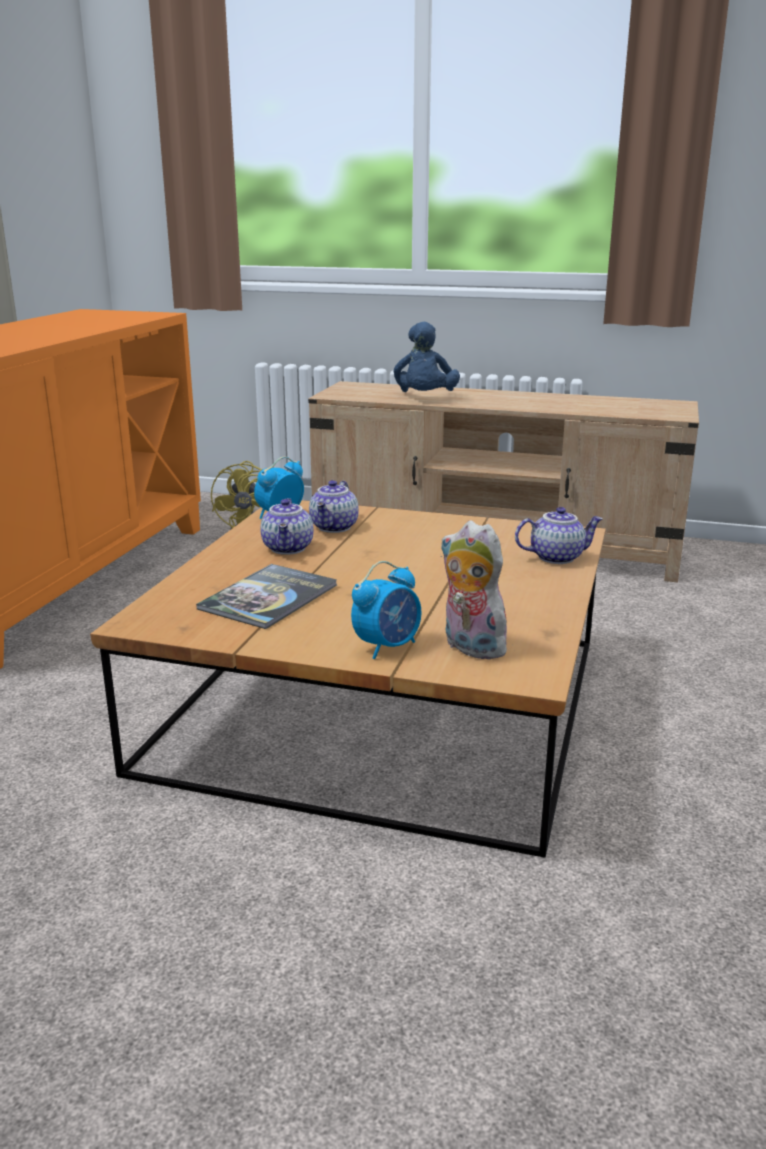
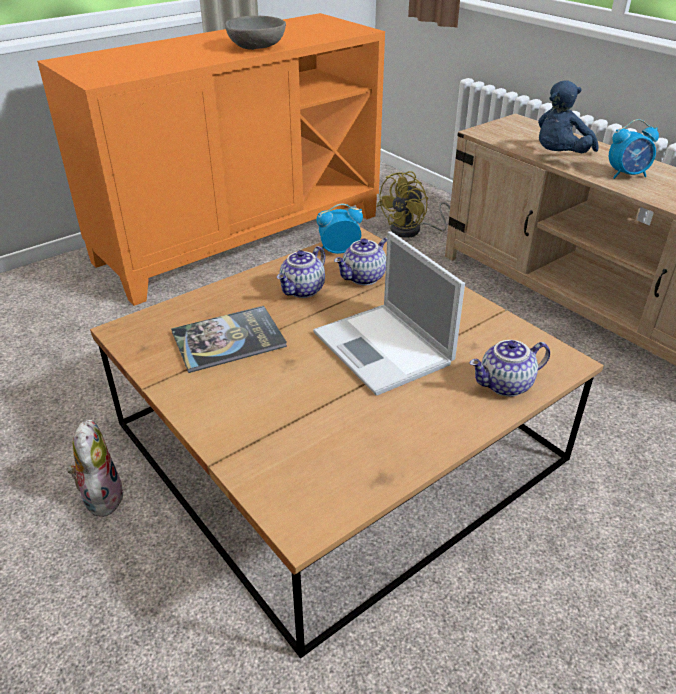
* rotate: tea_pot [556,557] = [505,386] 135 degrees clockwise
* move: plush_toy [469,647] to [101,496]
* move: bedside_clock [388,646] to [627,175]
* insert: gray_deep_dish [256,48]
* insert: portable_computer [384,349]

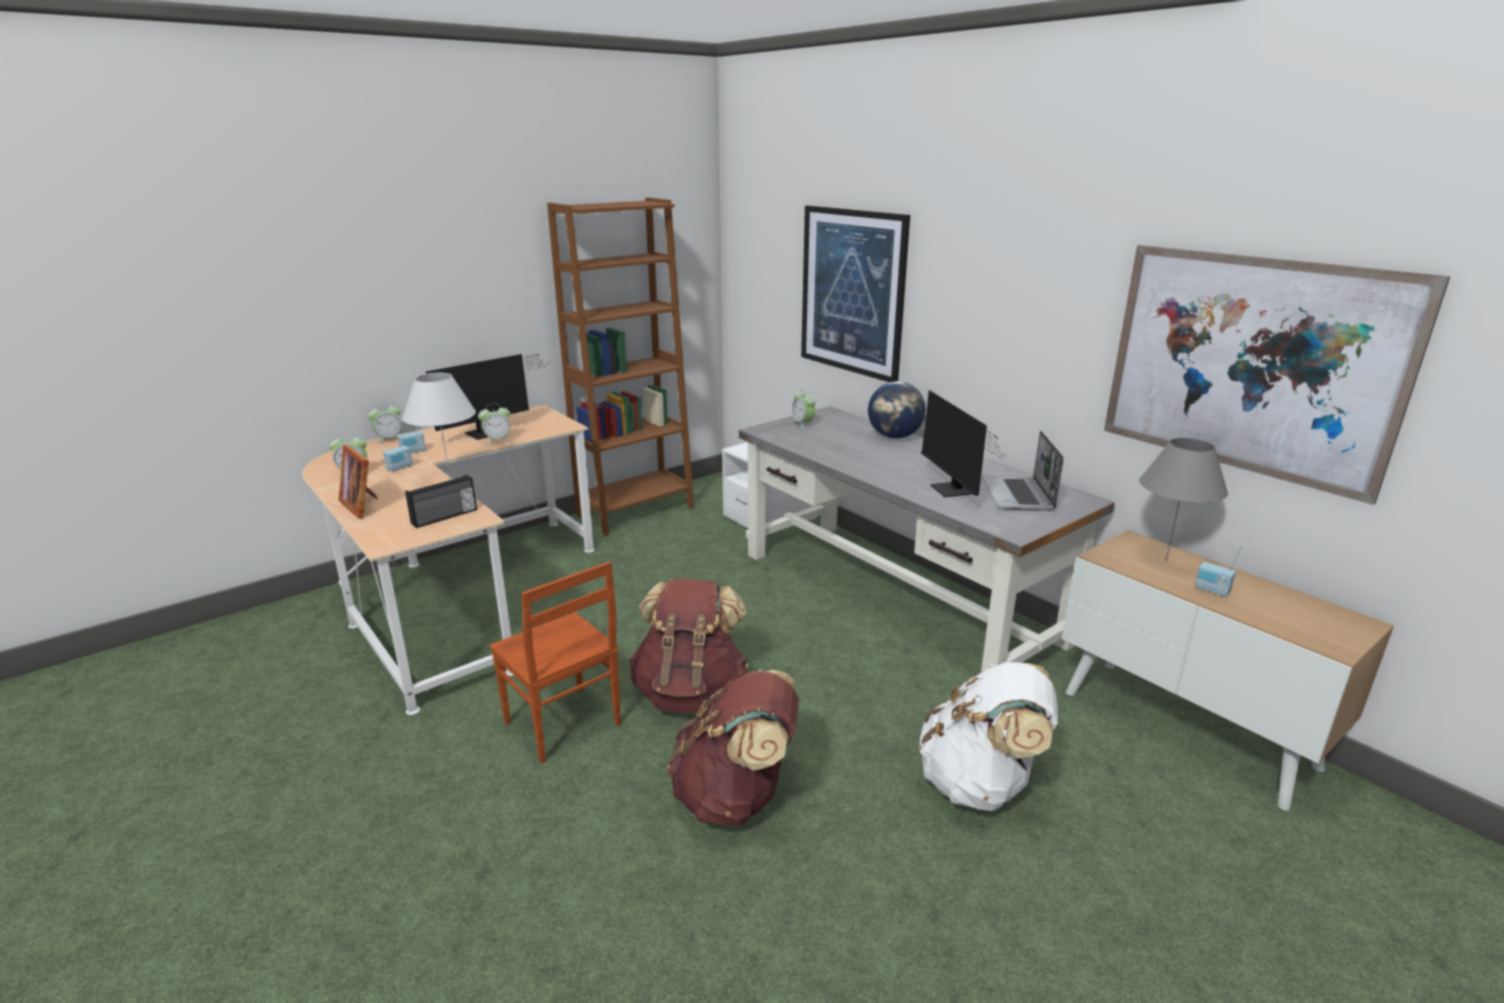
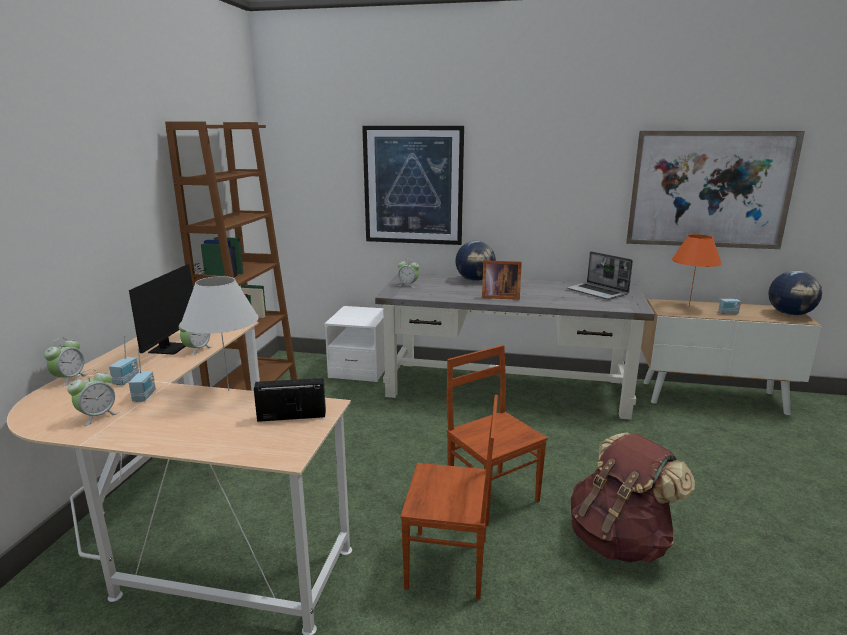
* delete: computer_screen [953,492]
* recolor: gray_lamp_for_a_table [1166,561] to orange-coloured_lamp_for_a_table [689,306]
* move: picture_frame [363,505] to [499,296]
* rotate: radio [445,517] = [292,415] 105 degrees counterclockwise
* replace: brownish_knapsack [690,693] to brownish_chair [493,495]
* delete: whitish_knapsack [980,784]
* insert: world_globe [790,314]

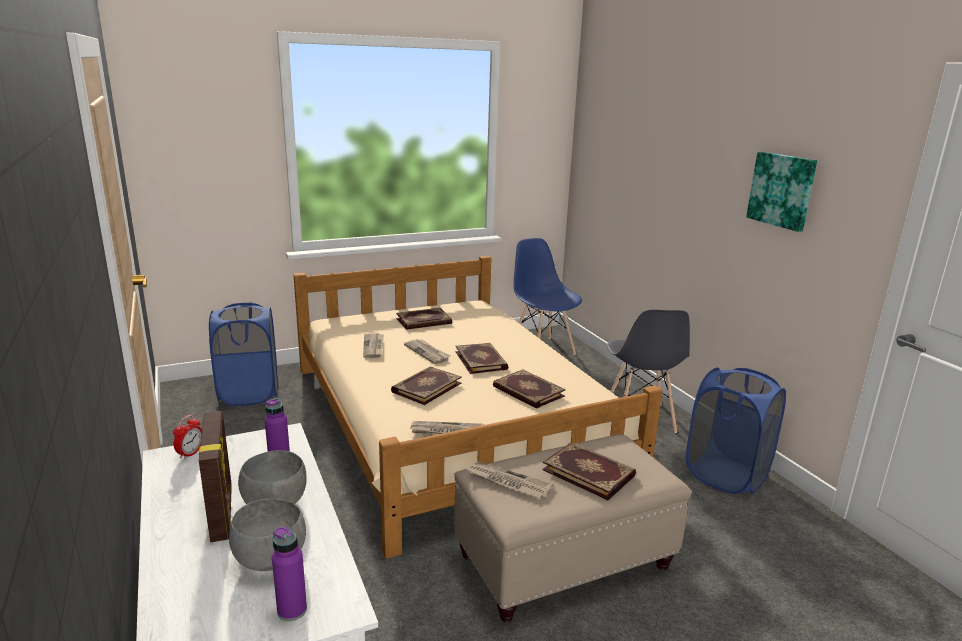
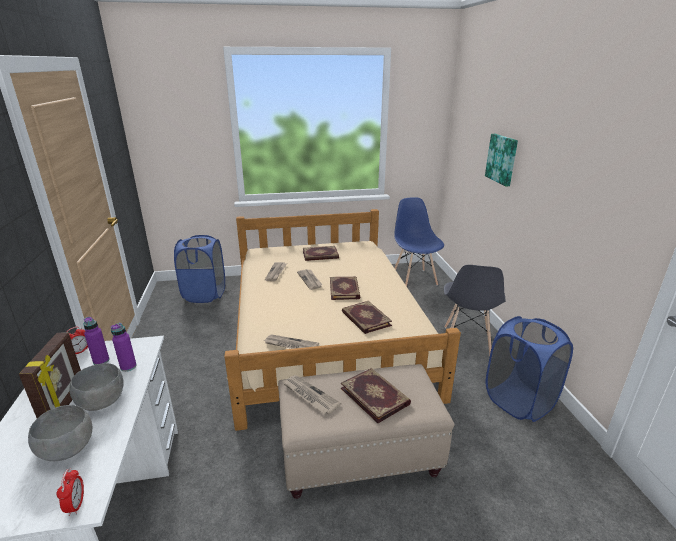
* move: picture [782,190] to [502,159]
* delete: volume [426,387]
* move: purple_drink_bottle [292,610] to [101,361]
* insert: bedside_clock [76,505]

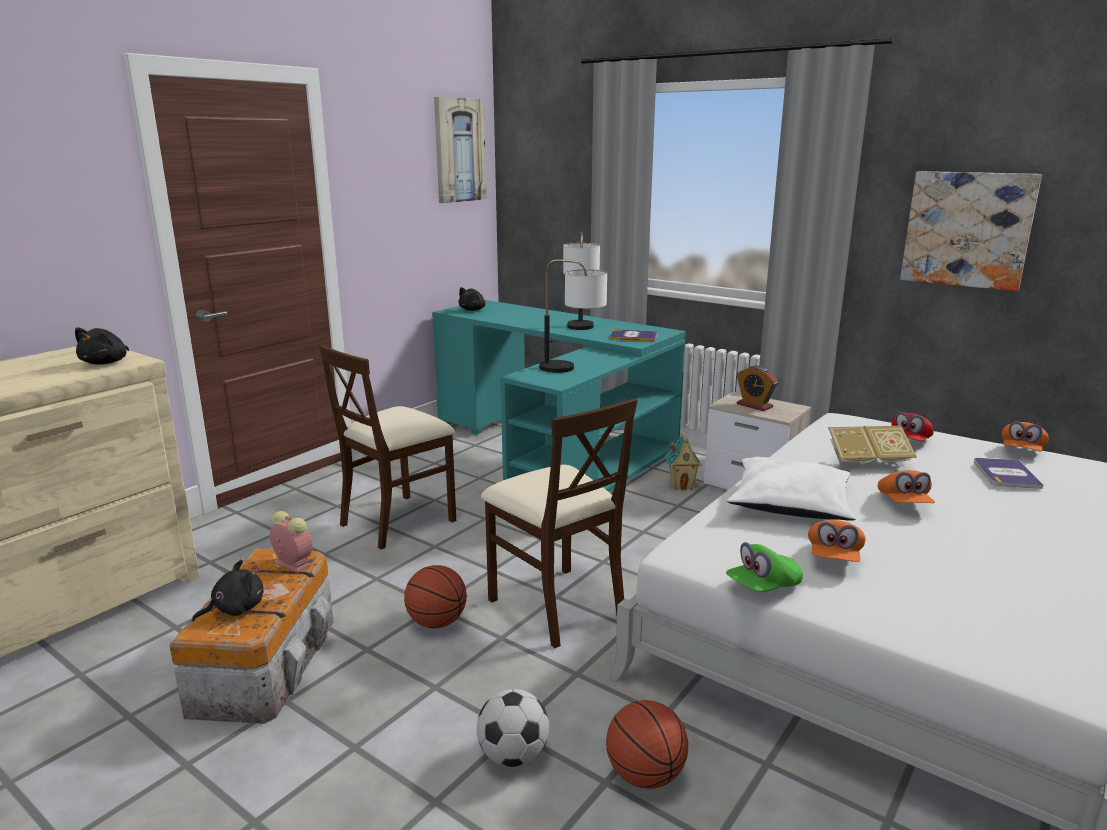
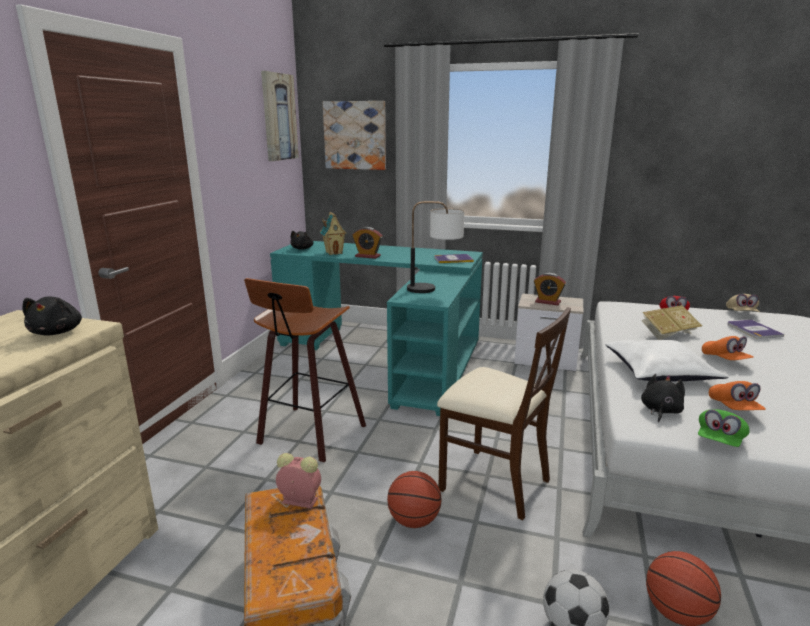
* move: picture [967,229] to [355,135]
* delete: lamp_for_a_table [580,330]
* replace: beige-coloured_chair [398,521] to stool_seat [309,435]
* recolor: orange-coloured_cap [1021,452] to beige-coloured_cap [741,313]
* move: miniature_house [681,486] to [334,252]
* move: black-coloured_plush_toy [235,609] to [660,411]
* insert: bedside_clock [367,256]

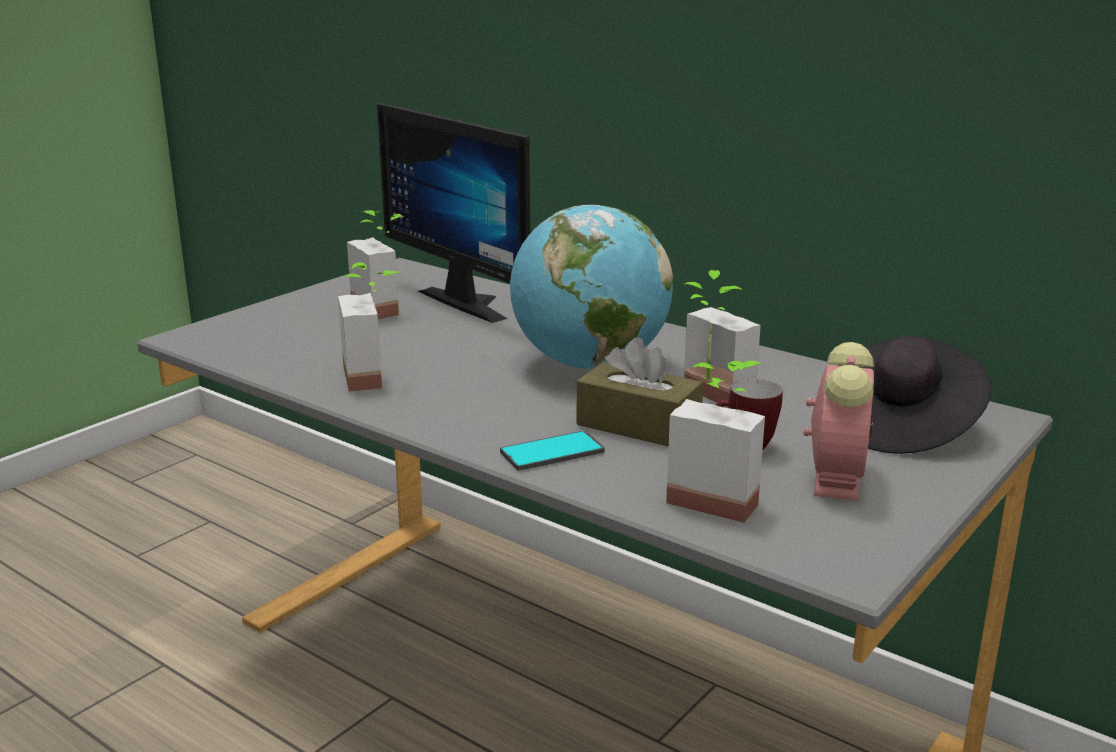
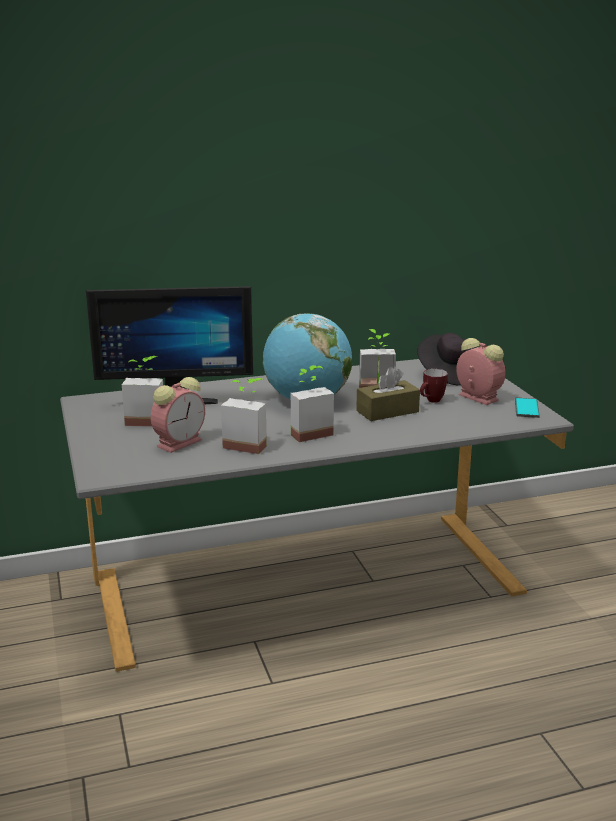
* move: houseplant [718,496] to [308,432]
* move: telephone [552,452] to [526,408]
* insert: bedside_clock [180,442]

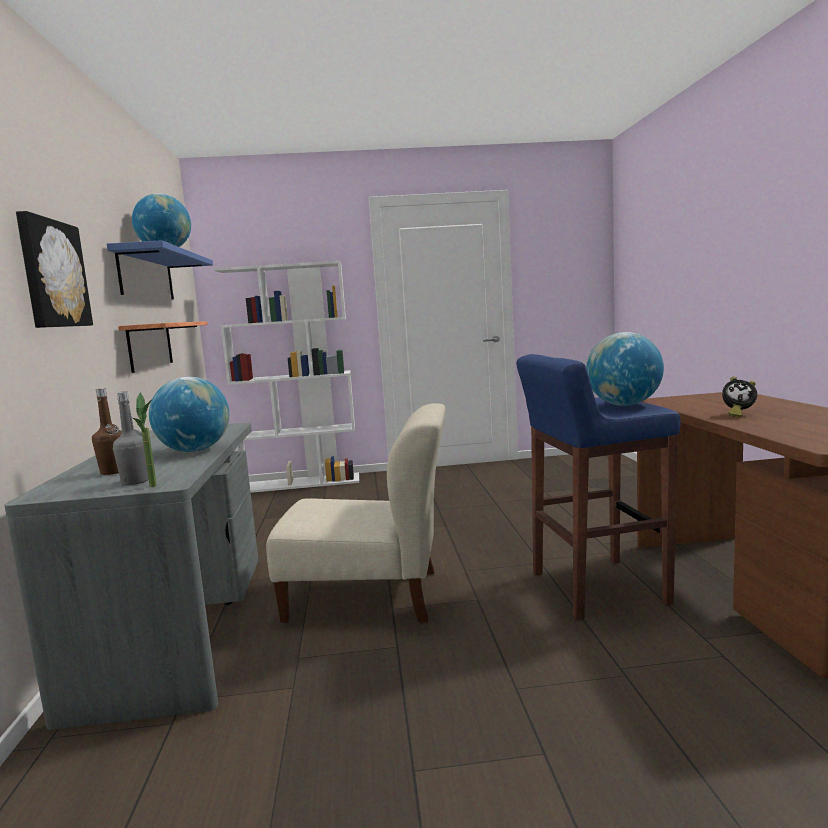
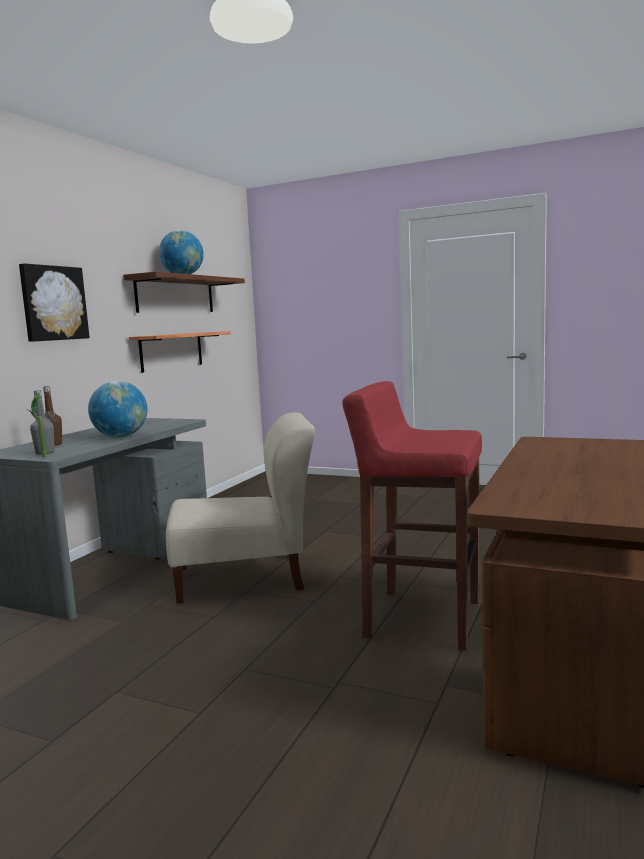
* recolor: bluish_wall_shelf [146,276] to brownish_wall_shelf [175,295]
* delete: whitish_bookshelf [302,483]
* delete: world_globe [624,405]
* recolor: bluish_stool_seat [595,588] to red-coloured_stool_seat [421,618]
* delete: bedside_clock [737,414]
* rotate: beige-coloured_chair [371,597] = [246,578] 45 degrees counterclockwise

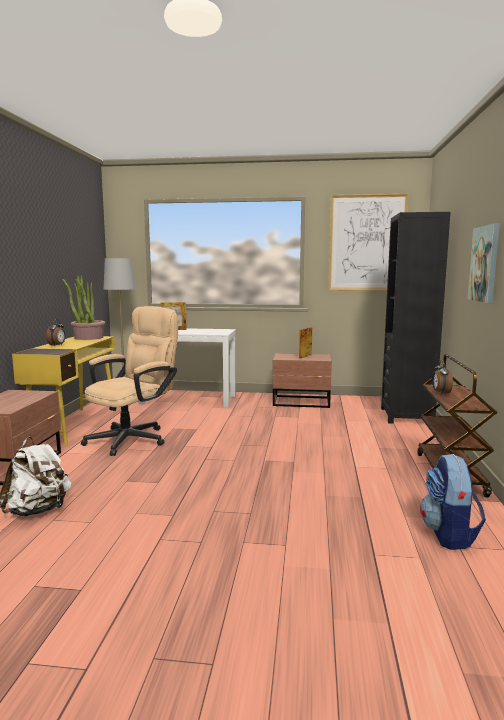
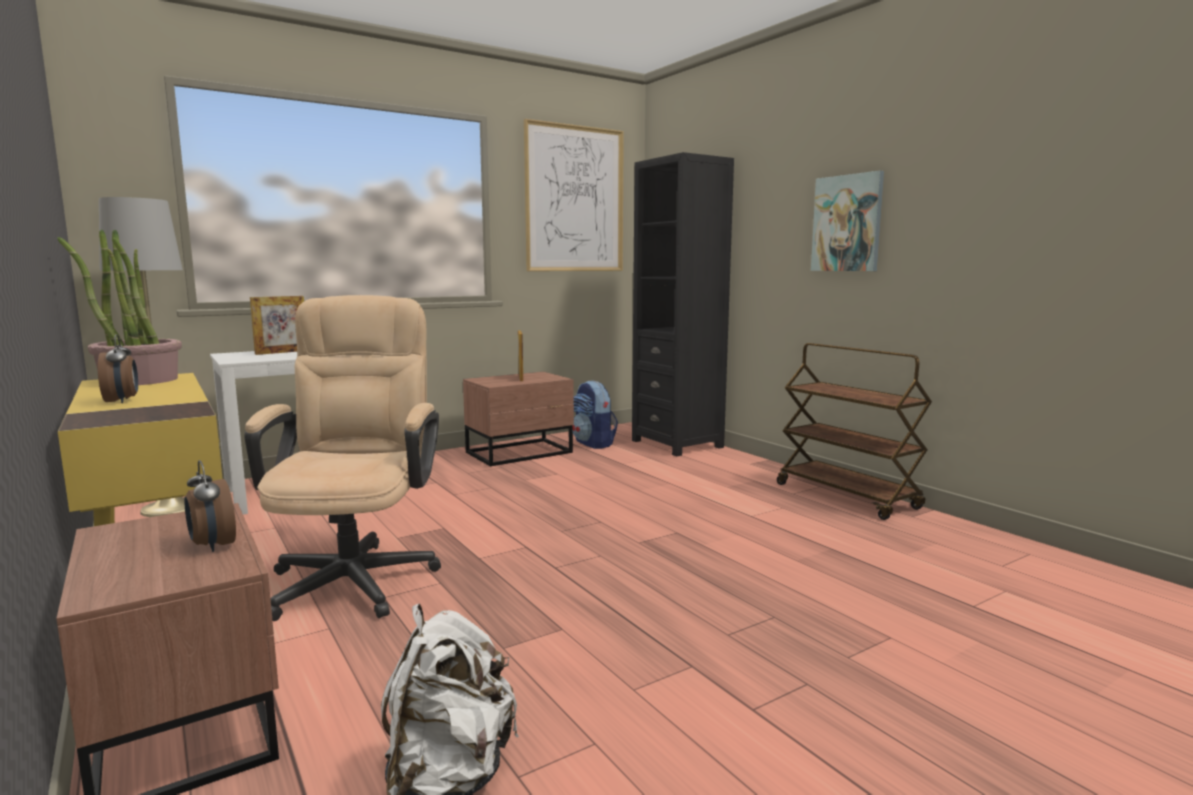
* move: bedside_clock [440,393] to [212,545]
* move: knapsack [449,535] to [593,444]

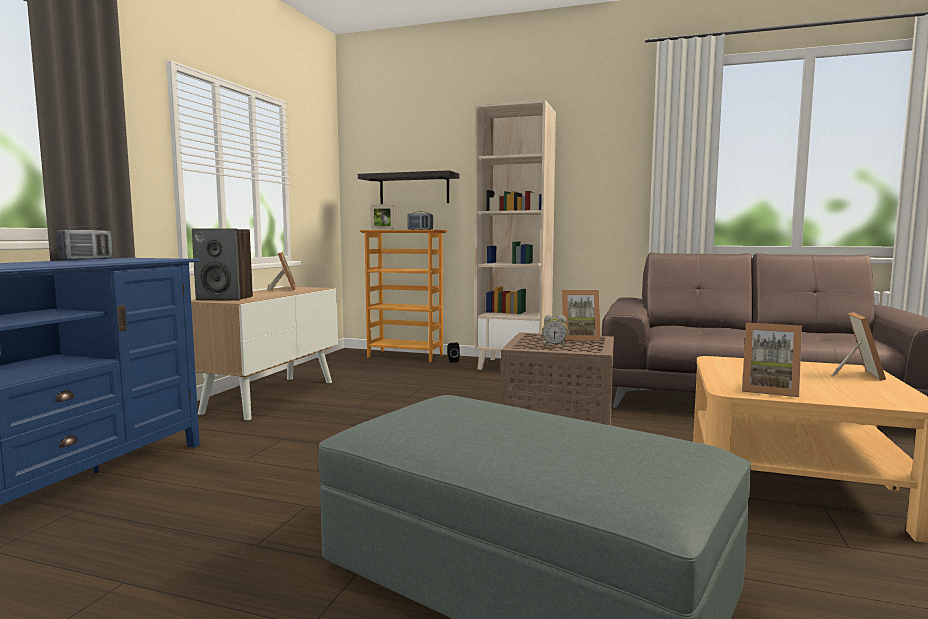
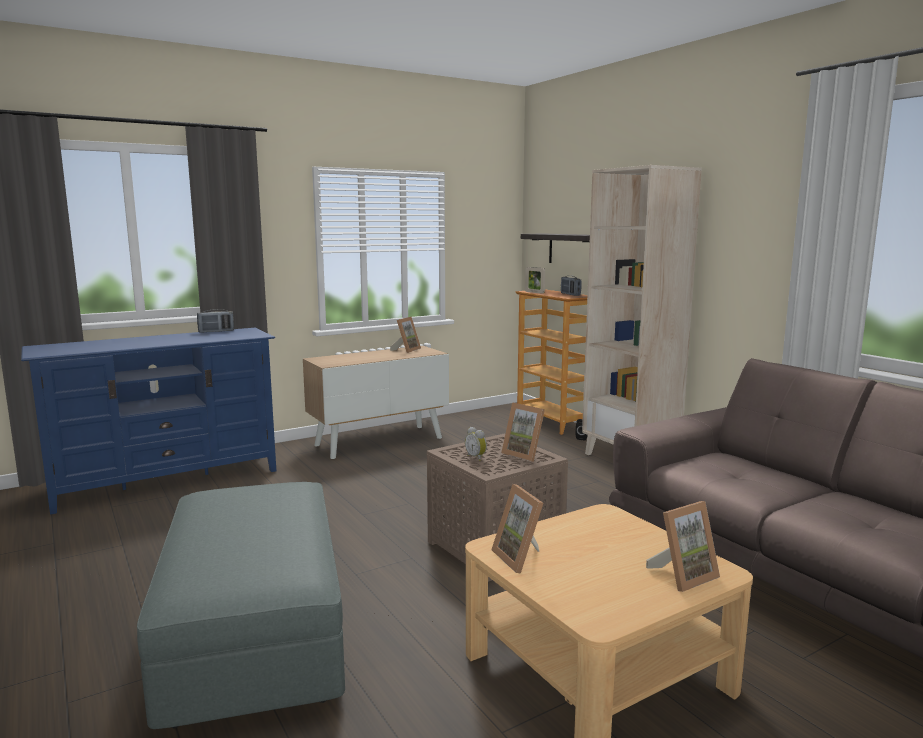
* delete: speaker [225,298]

